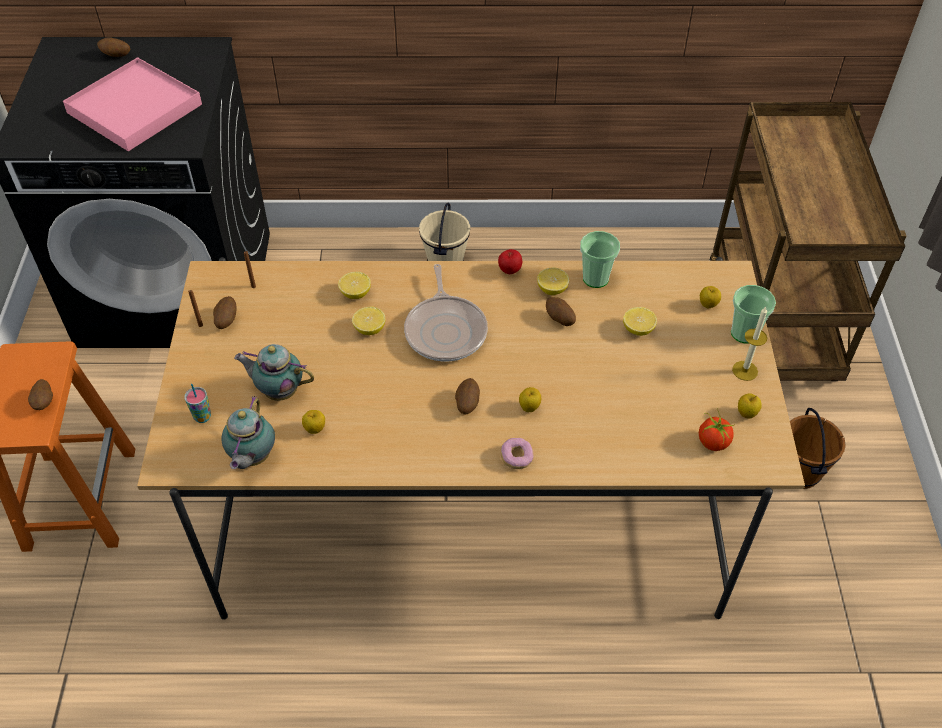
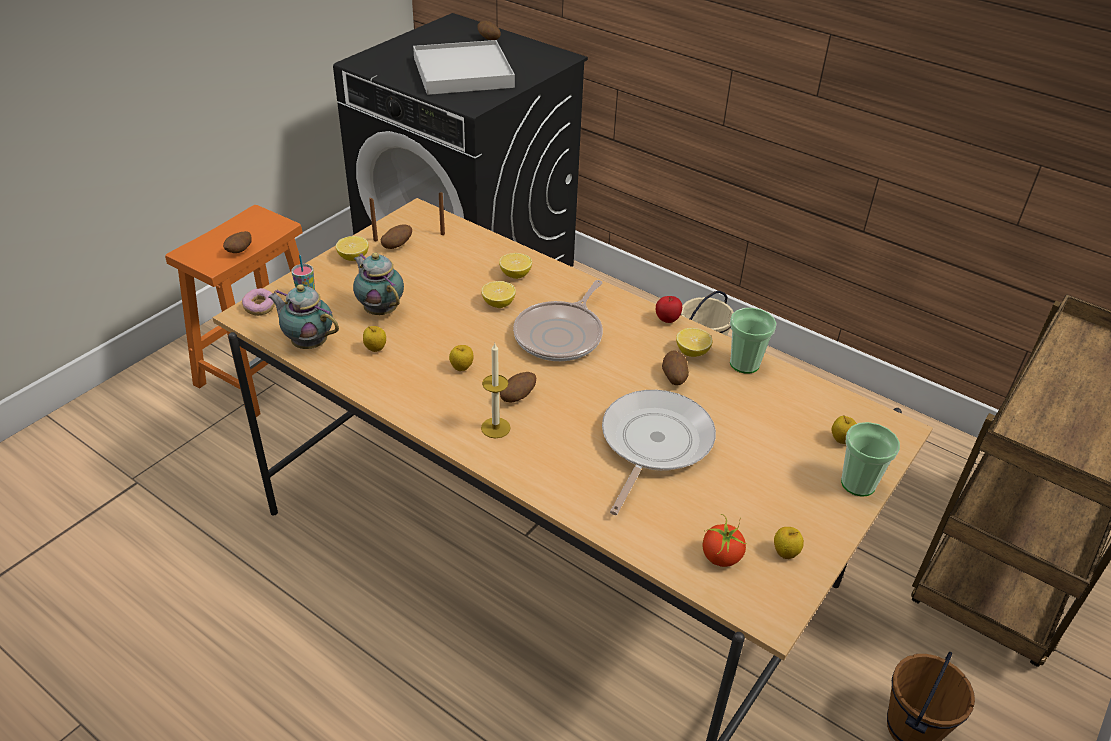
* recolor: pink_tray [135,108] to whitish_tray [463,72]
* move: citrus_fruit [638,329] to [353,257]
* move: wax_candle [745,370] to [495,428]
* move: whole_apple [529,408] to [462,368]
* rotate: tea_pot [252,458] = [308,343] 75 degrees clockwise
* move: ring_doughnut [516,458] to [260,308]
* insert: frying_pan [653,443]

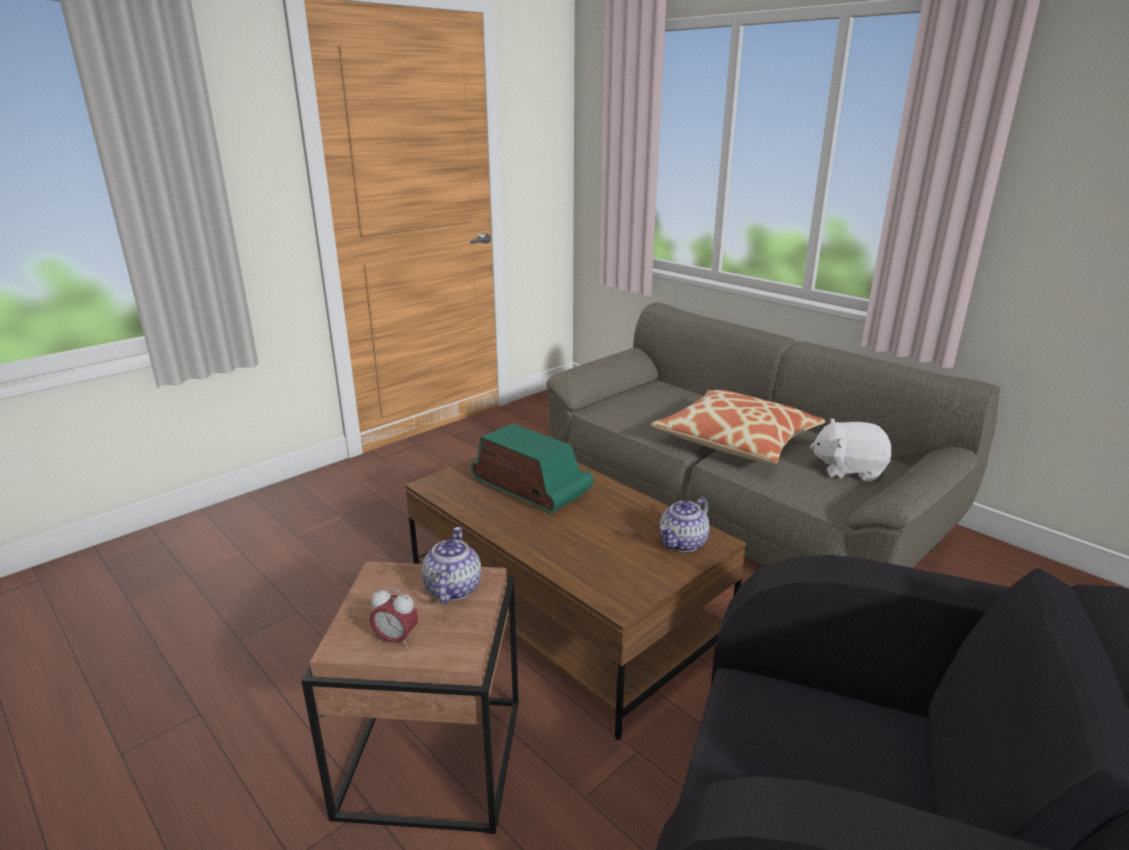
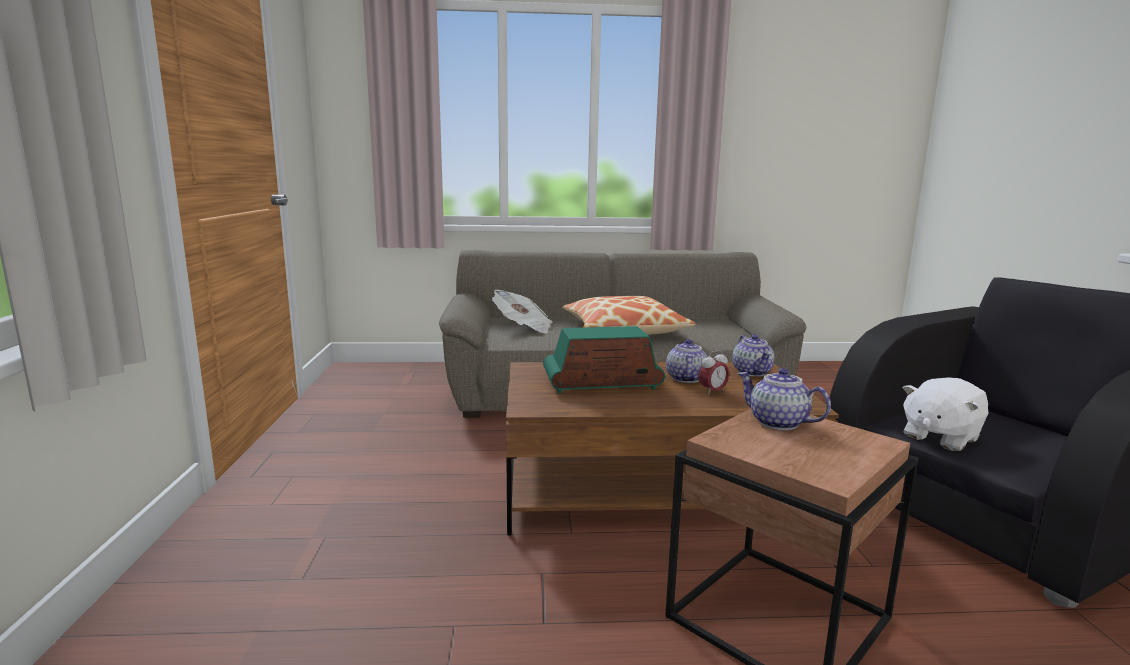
* move: whitish_plush_toy [848,470] to [939,437]
* move: bedside_clock [396,640] to [712,392]
* insert: newspaper [523,327]
* insert: tea_pot [685,378]

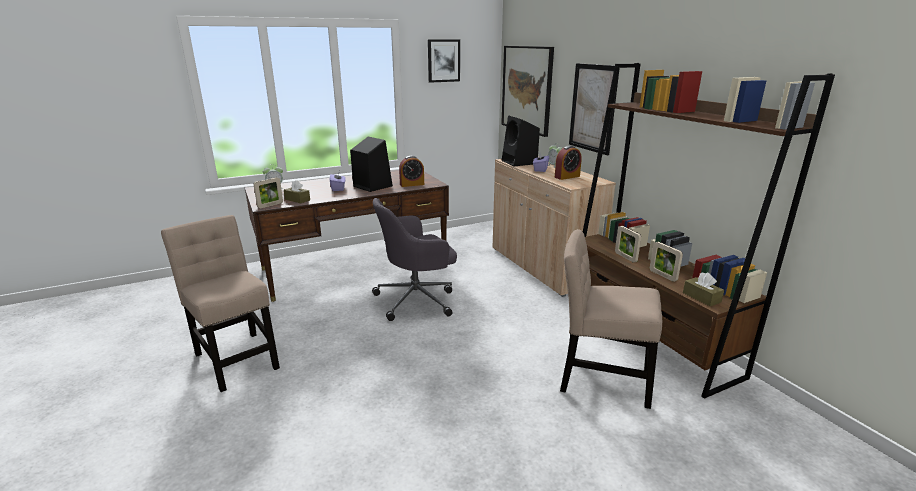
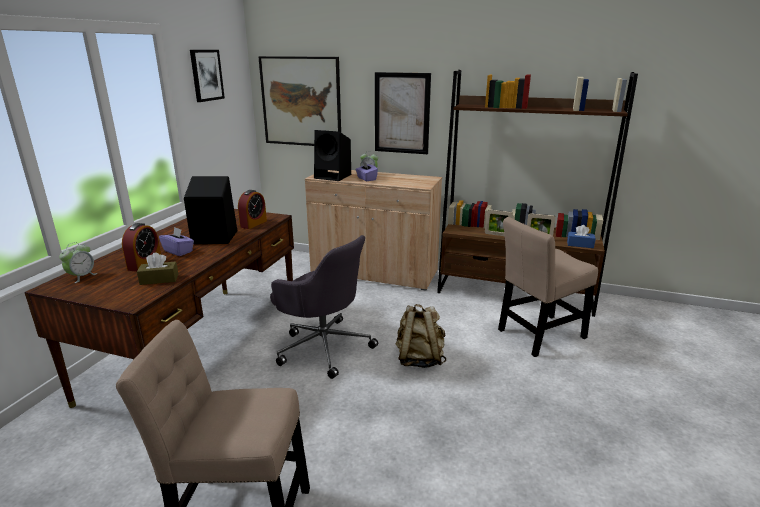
* move: bedside_clock [567,177] to [145,264]
* delete: picture_frame [270,205]
* rotate: gray_desk_chair [417,299] = [323,346] 75 degrees counterclockwise
* recolor: brownish_tissue_box [701,297] to bluish_tissue_box [580,244]
* insert: beige-coloured_knapsack [419,359]

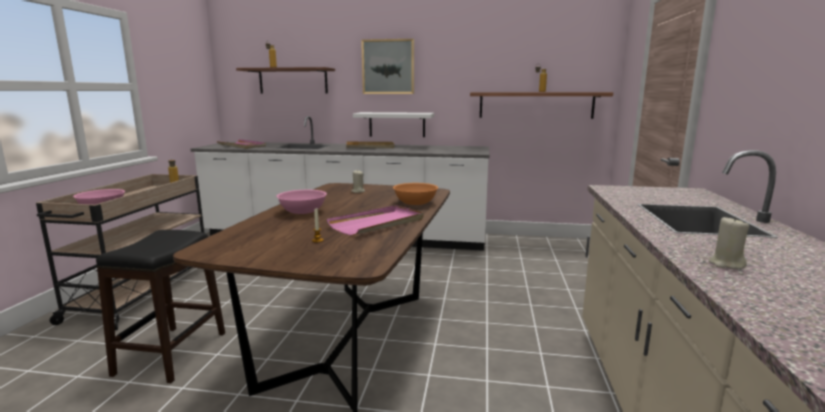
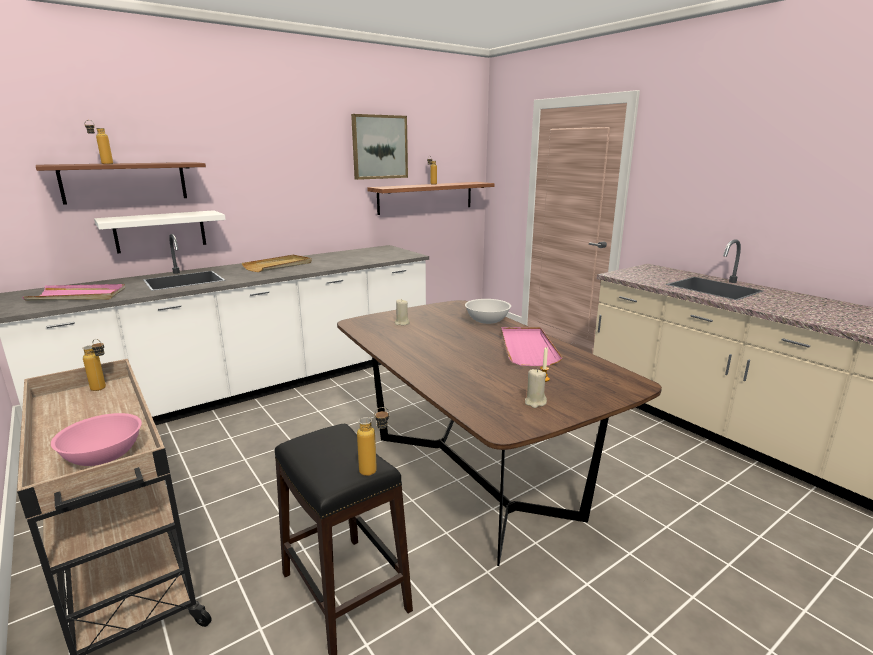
* move: picture [388,67] to [379,147]
* move: whitish_wall_shelf [397,124] to [160,231]
* recolor: orange-coloured_deep_dish [415,203] to whitish_deep_dish [487,321]
* delete: pink_deep_dish [303,212]
* move: beige-coloured_wax_candle [726,264] to [535,402]
* insert: drink_bottle [375,470]

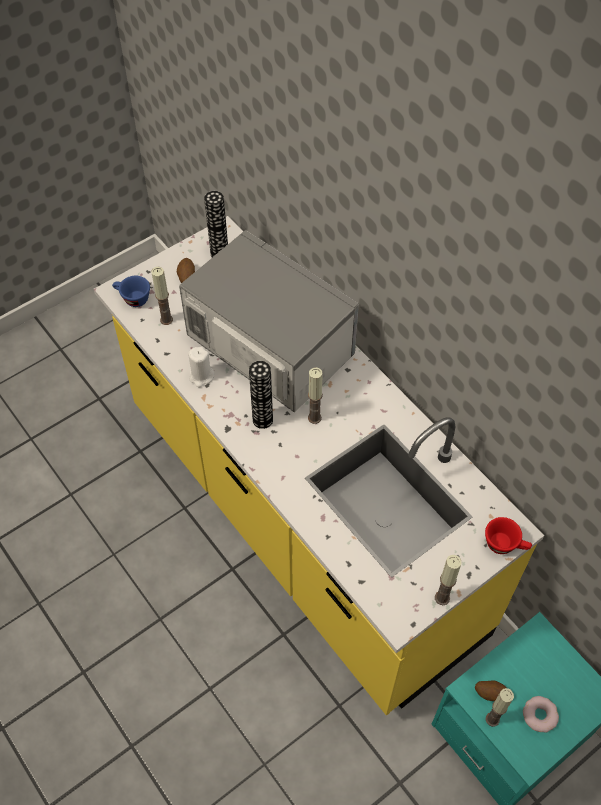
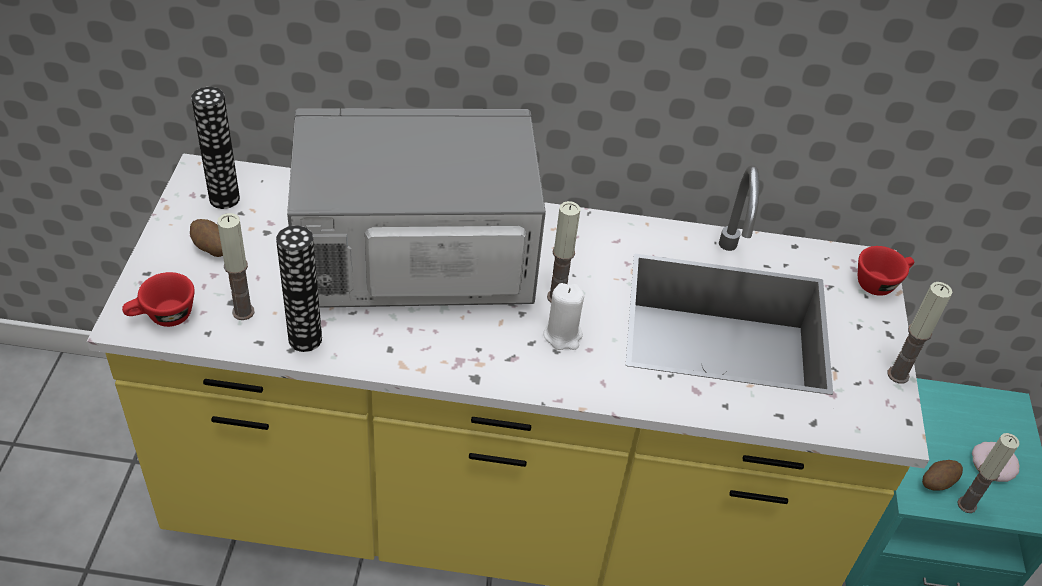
* recolor: bluish_small_cup [132,298] to red-coloured_small_cup [163,317]
* move: whitish_wax_candle [201,376] to [563,335]
* move: vase [262,420] to [305,339]

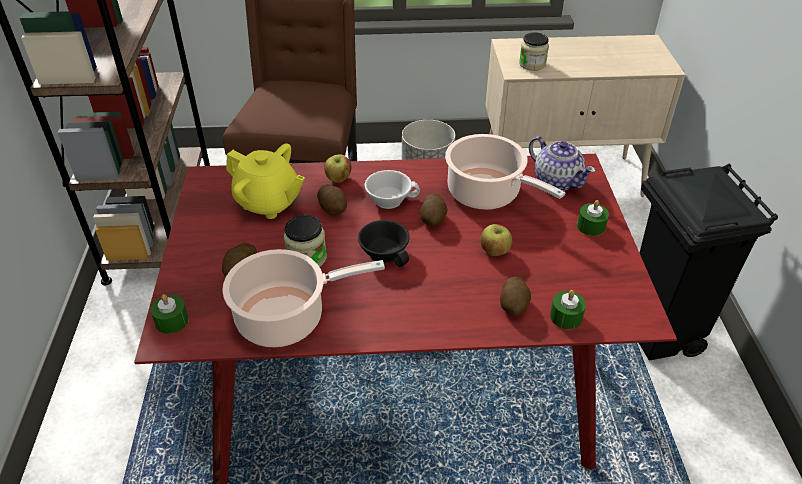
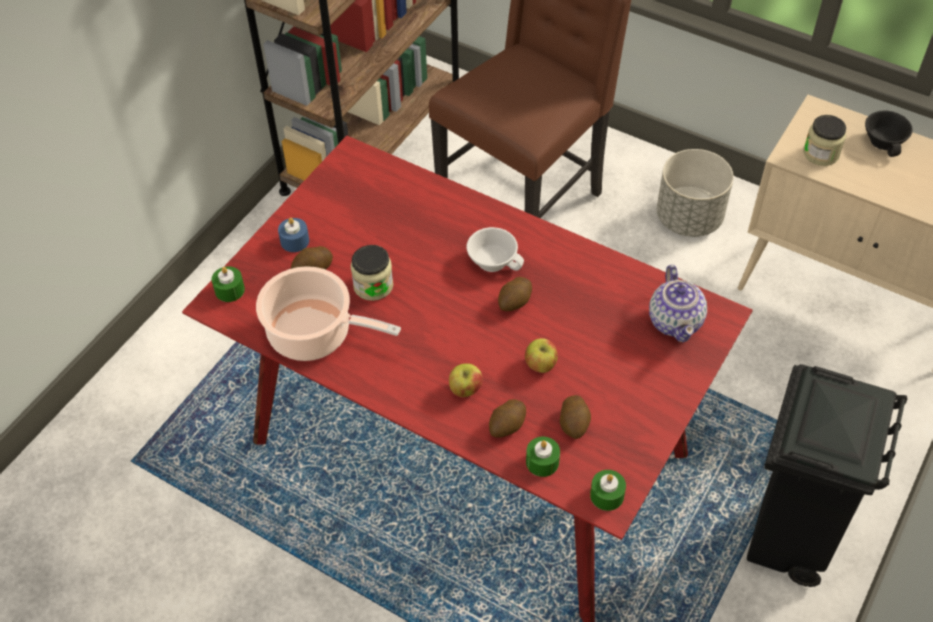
* delete: stockpot [487,194]
* delete: yellowish_tea_pot [268,203]
* move: whole_apple [338,179] to [465,389]
* move: spud [333,208] to [574,424]
* move: green-coloured_wax_candle [591,226] to [607,495]
* move: black-coloured_small_cup [386,253] to [886,141]
* insert: bluish_wax_candle [295,241]

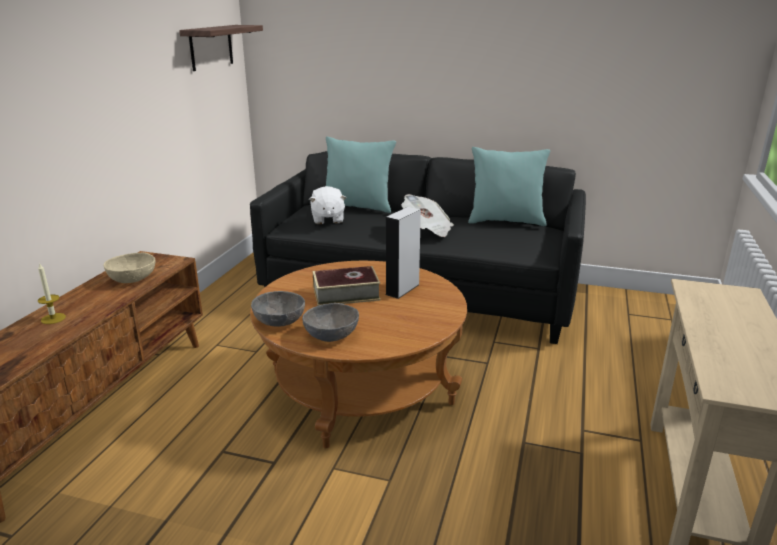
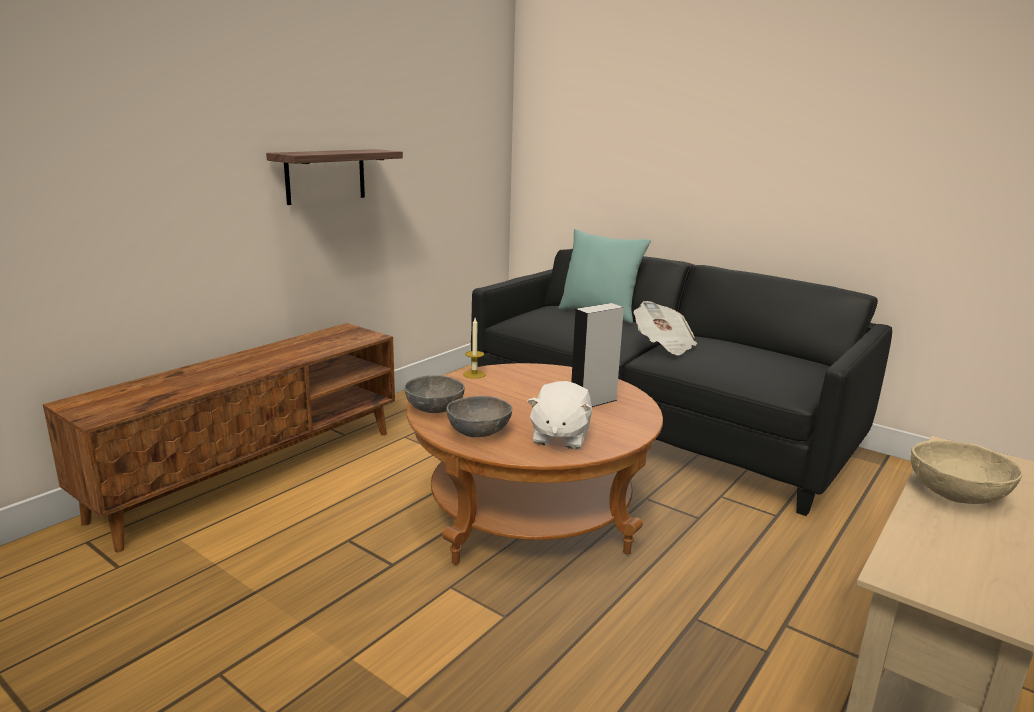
* move: wall_shelf [211,47] to [325,176]
* delete: blue-green_pillow [506,221]
* move: whitish_plush_toy [327,219] to [559,437]
* move: beige-coloured_deep_dish [132,279] to [957,494]
* move: wax_candle [53,318] to [474,374]
* delete: volume [346,294]

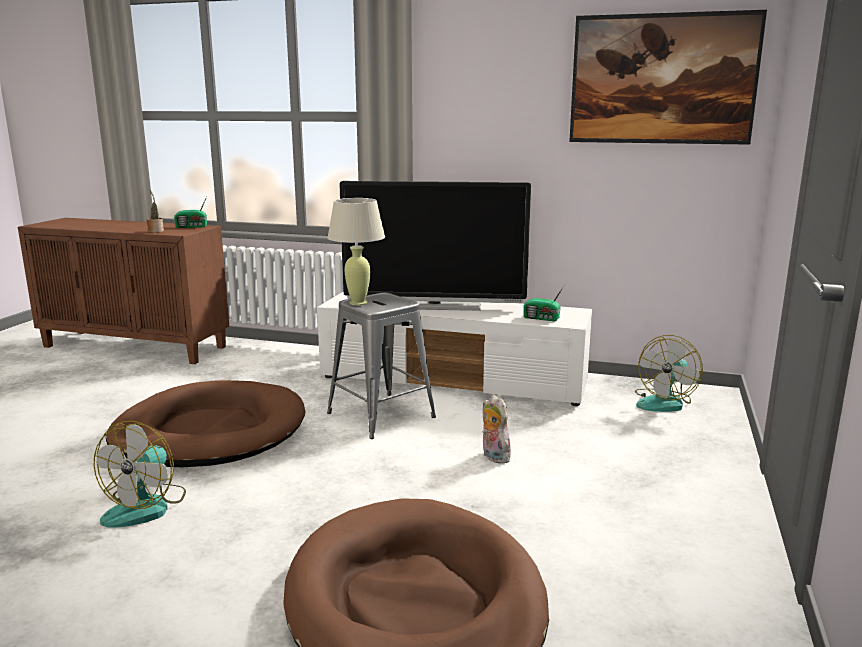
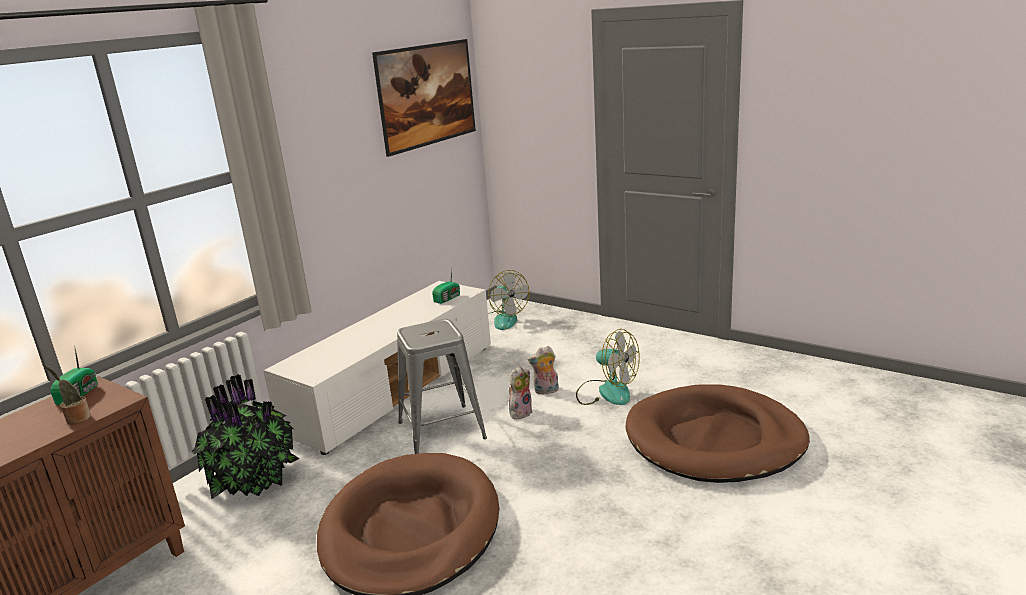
* delete: TV [434,305]
* delete: beige-coloured_lamp_for_a_table [358,303]
* move: cooling_fan [146,506] to [606,392]
* insert: plush_toy [520,412]
* insert: houseplant [254,480]

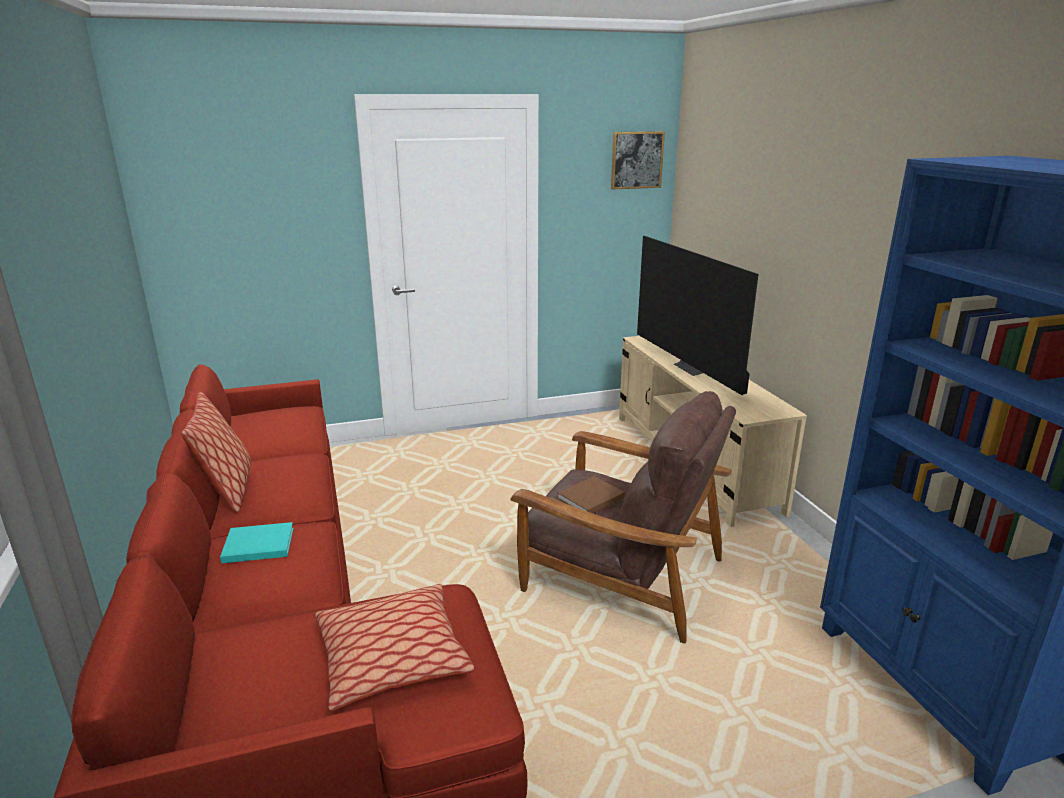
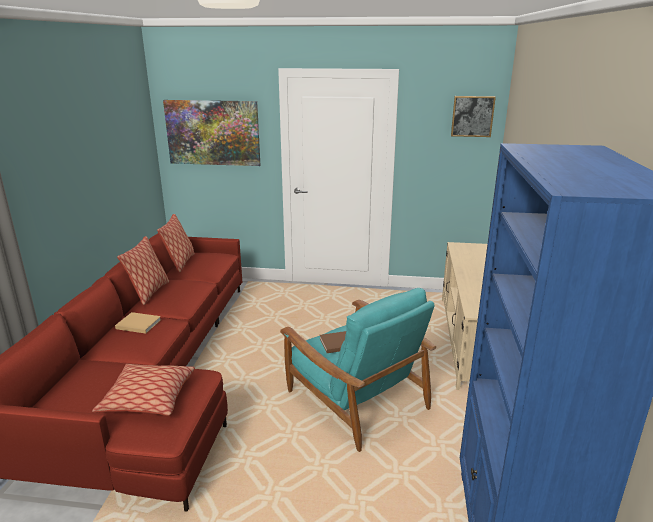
* delete: TV [693,368]
* recolor: brownish_easy_chair [620,574] to blue-green_easy_chair [355,398]
* recolor: blue-green_volume [256,545] to beige-coloured_volume [137,324]
* insert: picture [213,132]
* insert: pillow [180,263]

